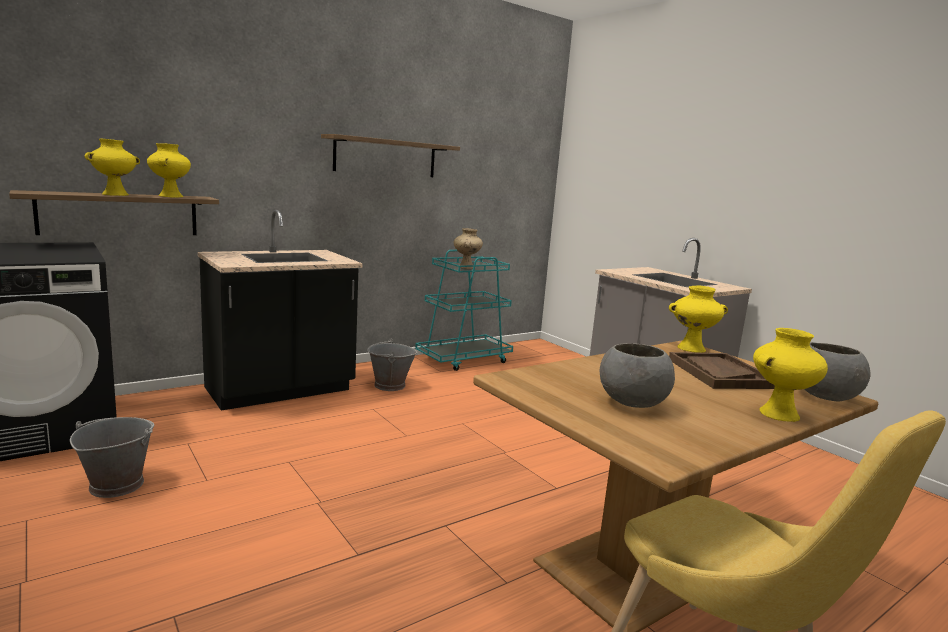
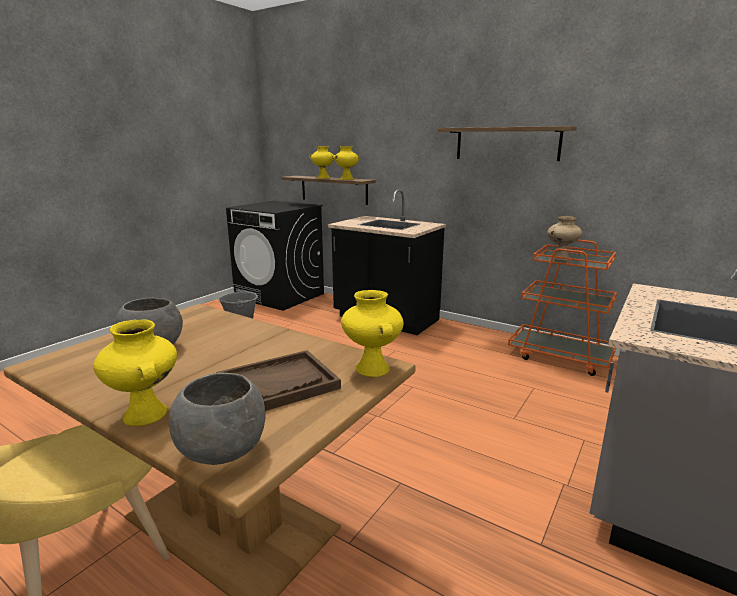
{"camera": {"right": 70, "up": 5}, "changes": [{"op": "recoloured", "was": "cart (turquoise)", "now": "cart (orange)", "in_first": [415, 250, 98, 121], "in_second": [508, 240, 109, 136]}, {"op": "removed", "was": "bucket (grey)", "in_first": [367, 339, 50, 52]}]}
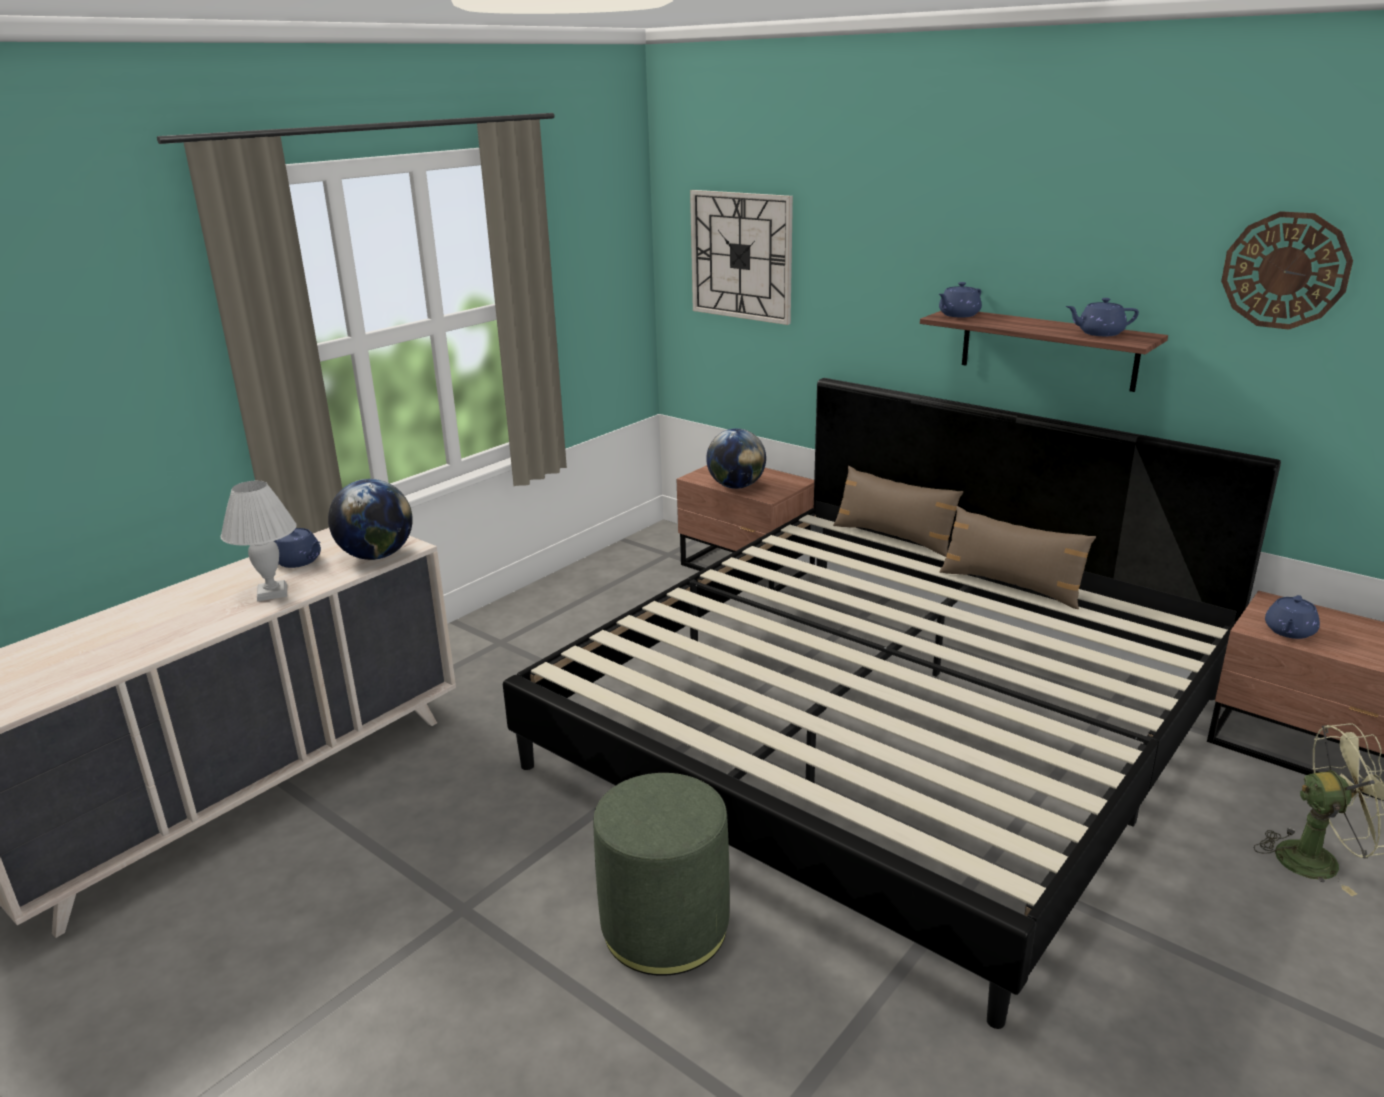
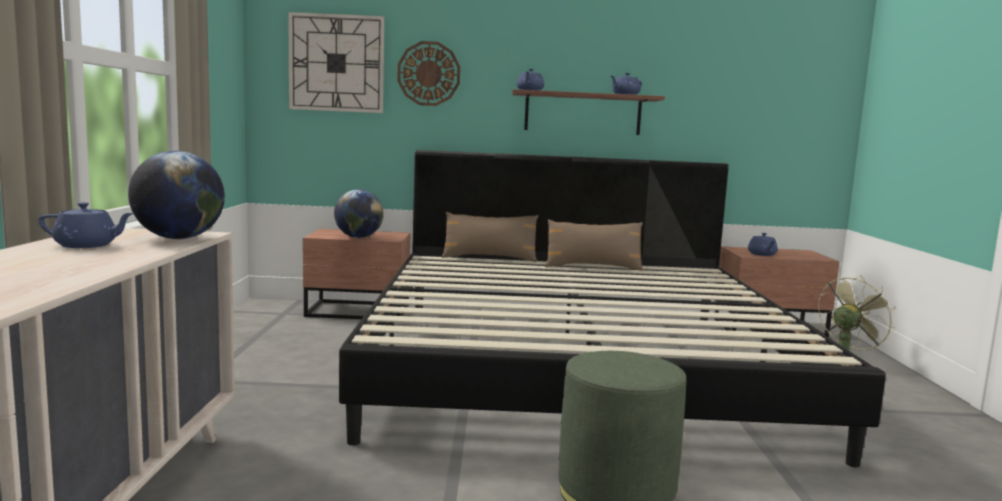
{"camera": {"right": -40, "up": -15}, "changes": [{"op": "moved", "was": "wall clock", "in_first": [1221, 211, 132, 119], "in_second": [397, 41, 63, 65]}, {"op": "removed", "was": "table lamp (white)", "in_first": [221, 481, 76, 120]}]}
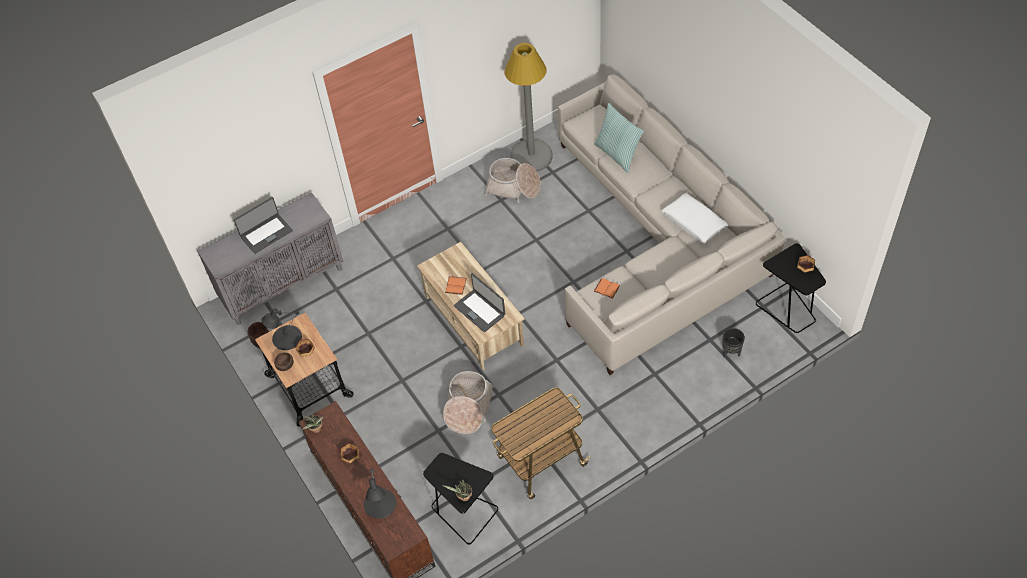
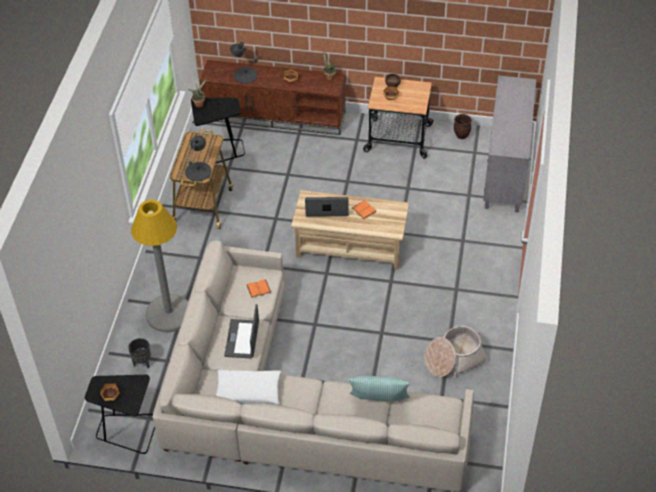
{"camera": {"right": 130, "up": -5}, "changes": [{"op": "moved", "was": "floor lamp (grey)", "in_first": [505, 43, 48, 129], "in_second": [131, 200, 57, 132]}, {"op": "moved", "was": "table lamp (black)", "in_first": [261, 308, 41, 42], "in_second": [185, 135, 27, 46]}, {"op": "moved", "was": "laptop", "in_first": [234, 197, 59, 57], "in_second": [224, 304, 35, 54]}, {"op": "removed", "was": "basket", "in_first": [443, 371, 52, 63]}]}
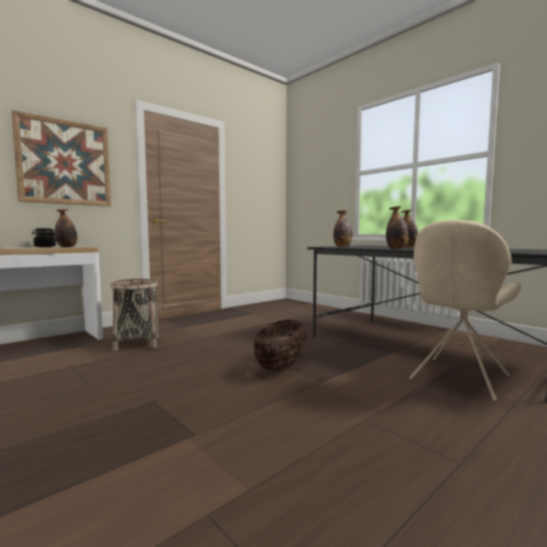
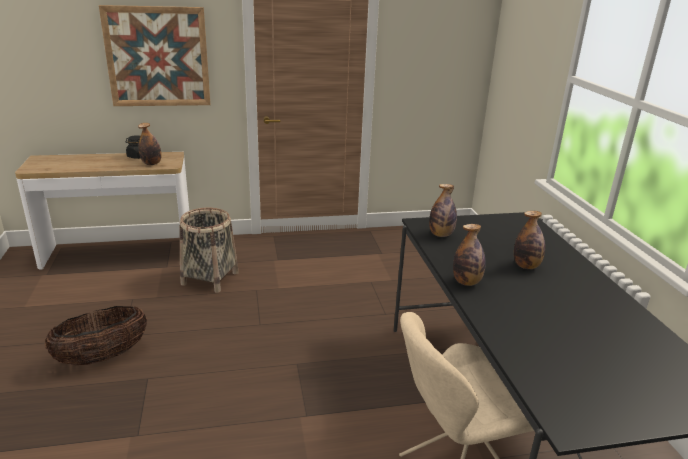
{"camera": {"right": 30, "up": 20}, "changes": [{"op": "moved", "was": "basket", "in_first": [254, 320, 52, 51], "in_second": [45, 306, 102, 59]}]}
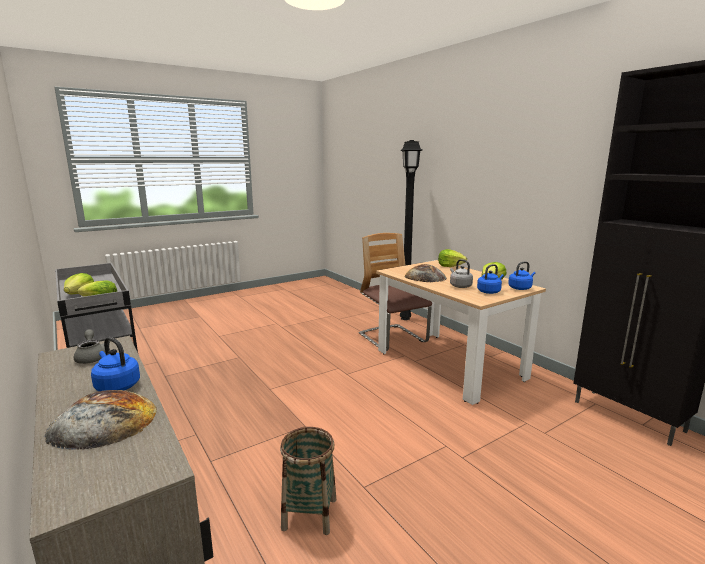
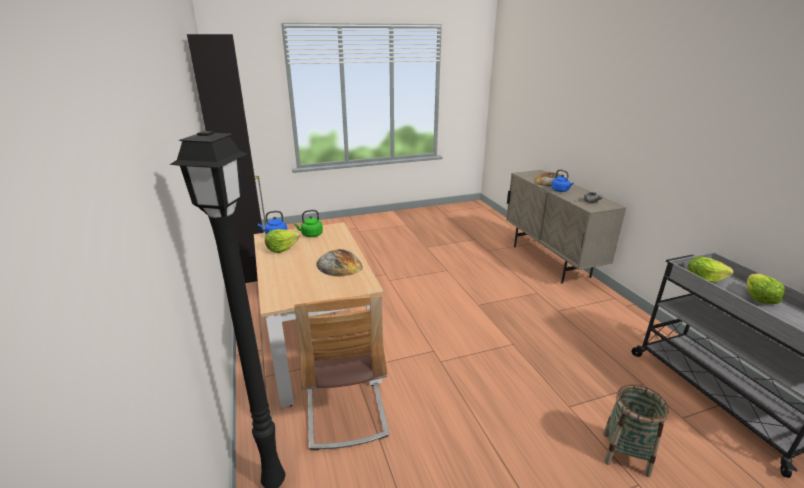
{"camera": {"right": -165, "up": 10}, "changes": [{"op": "recoloured", "was": "kettle (blue)", "now": "kettle (green)", "in_first": [477, 264, 27, 30], "in_second": [294, 210, 29, 27]}, {"op": "moved", "was": "basket", "in_first": [280, 427, 56, 108], "in_second": [603, 384, 66, 93]}, {"op": "removed", "was": "lettuce", "in_first": [438, 249, 29, 18]}, {"op": "removed", "was": "kettle (grey)", "in_first": [450, 259, 23, 29]}]}
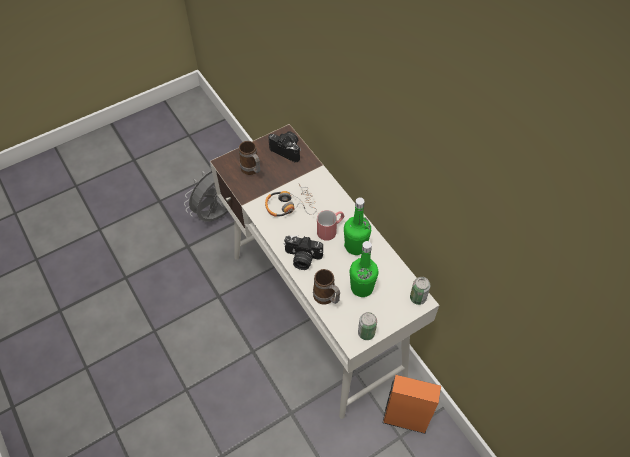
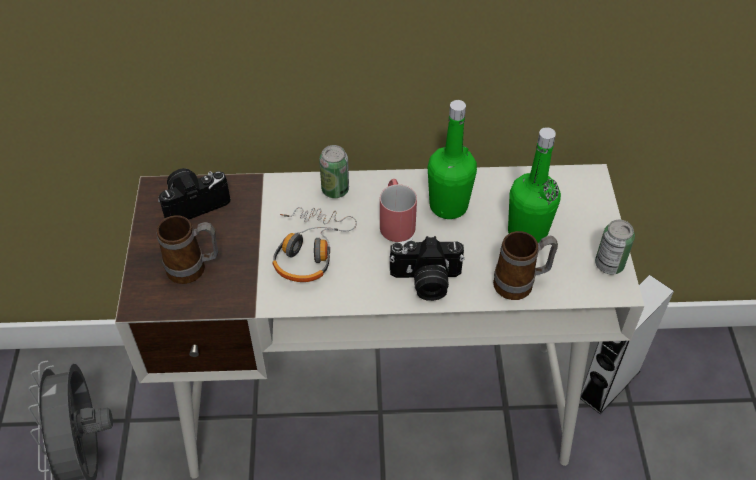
{"camera": {"right": -60, "up": -5}, "changes": [{"op": "moved", "was": "can", "in_first": [410, 277, 20, 28], "in_second": [319, 145, 30, 53]}, {"op": "turned", "was": "photo camera", "in_first": [283, 235, 40, 35], "in_second": [389, 236, 76, 65], "clockwise": 45}, {"op": "recoloured", "was": "speaker (orange)", "now": "speaker (grey)", "in_first": [383, 375, 58, 59], "in_second": [580, 275, 94, 139]}]}
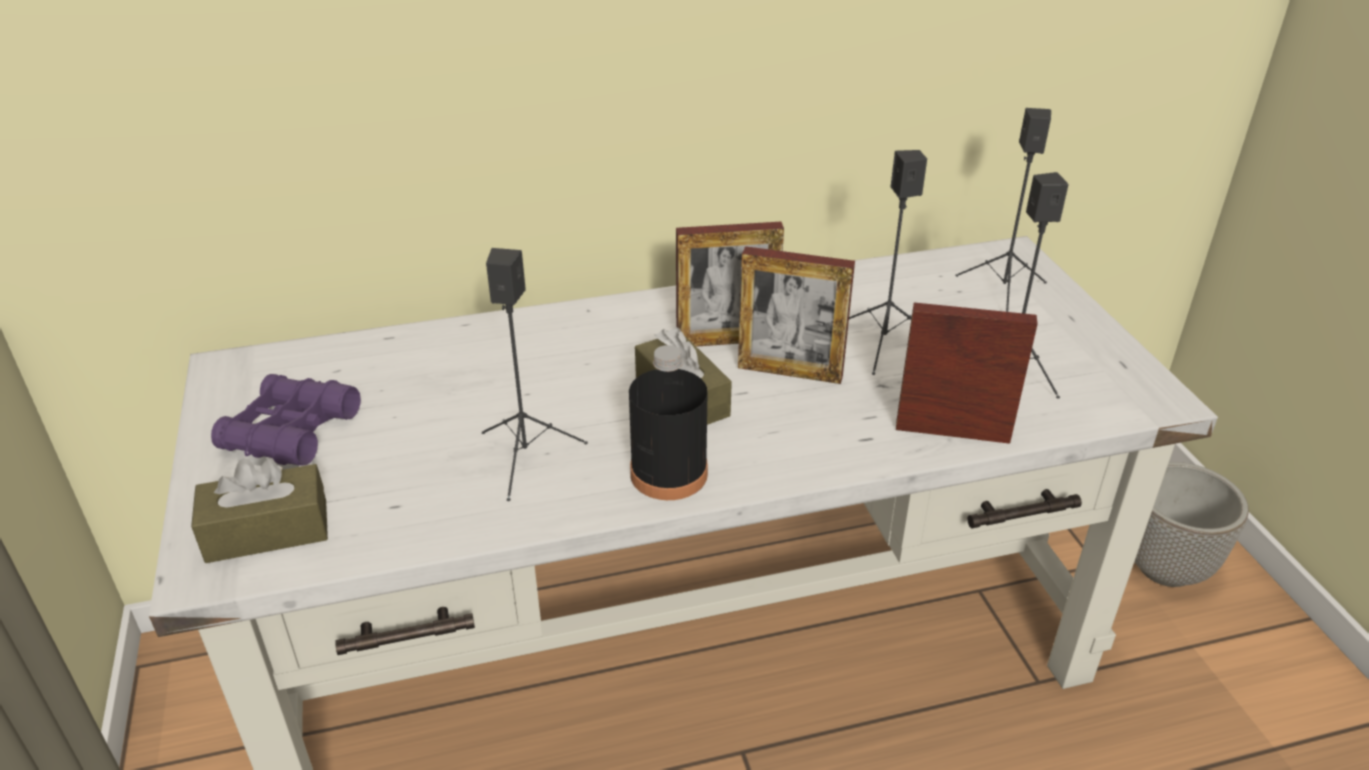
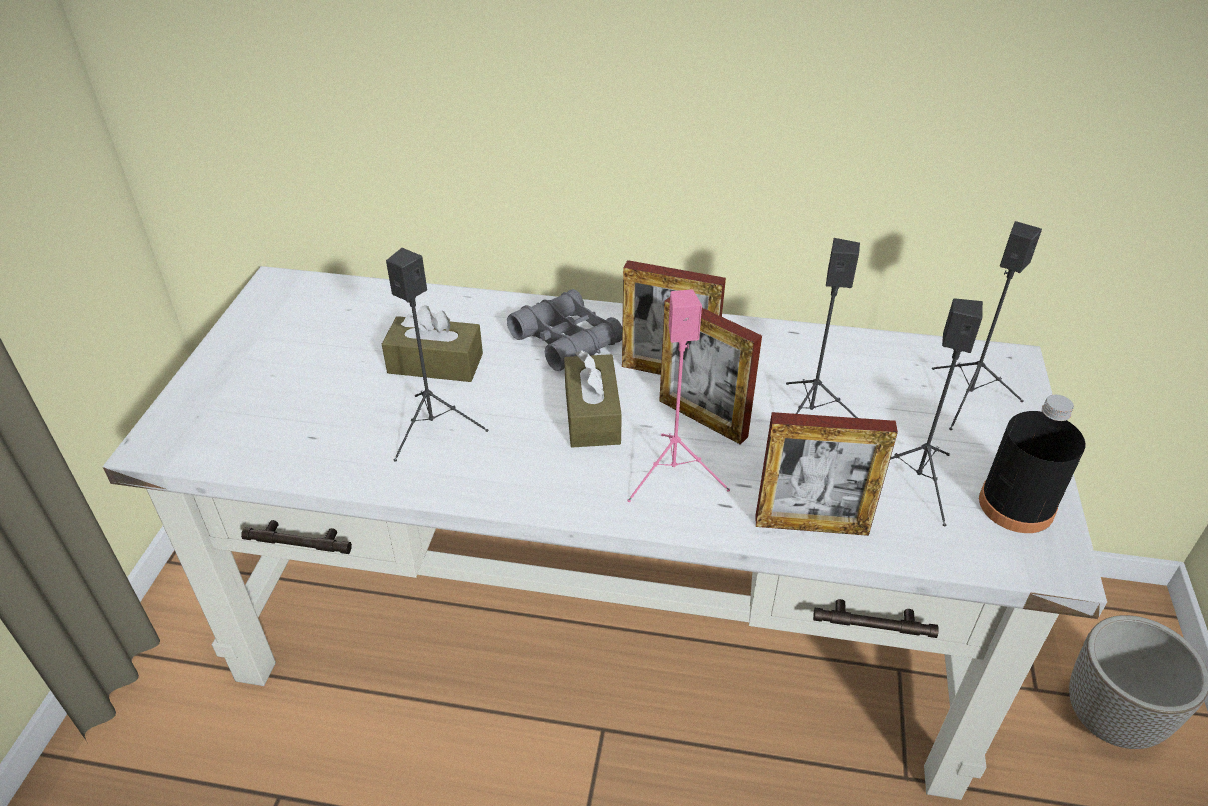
{"camera": {"right": 25, "up": 5}, "changes": [{"op": "moved", "was": "tissue box (brown)", "in_first": [191, 458, 137, 105], "in_second": [382, 305, 101, 77]}, {"op": "added", "now": "binoculars (grey)", "in_second": [507, 289, 115, 82]}, {"op": "added", "now": "speaker (pink)", "in_second": [627, 289, 103, 213]}, {"op": "turned", "was": "picture frame", "in_first": [896, 302, 142, 142], "in_second": [756, 412, 142, 124], "clockwise": 150}, {"op": "moved", "was": "bottle (black)", "in_first": [629, 345, 79, 155], "in_second": [979, 395, 106, 138]}, {"op": "removed", "was": "binoculars (purple)", "in_first": [211, 374, 150, 92]}]}
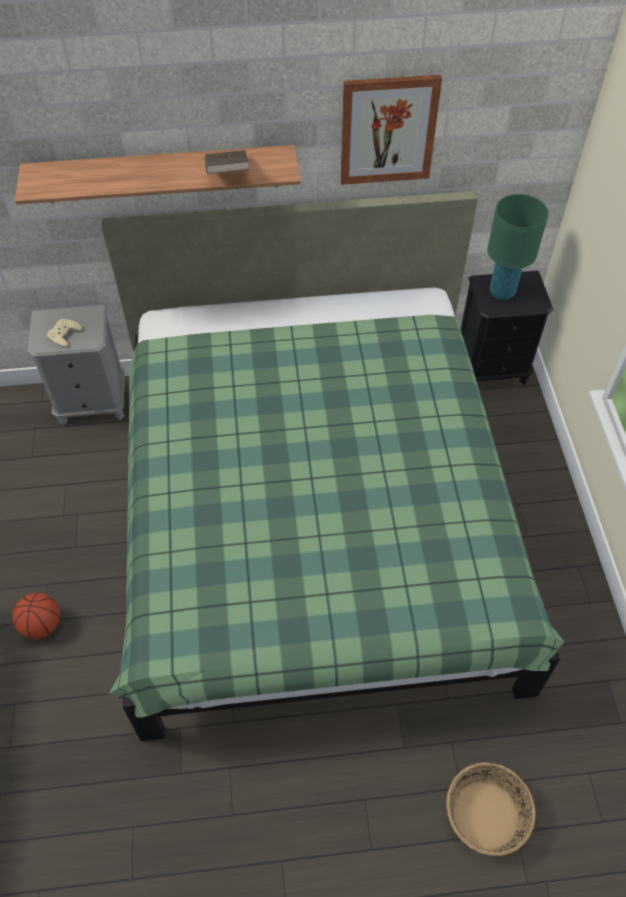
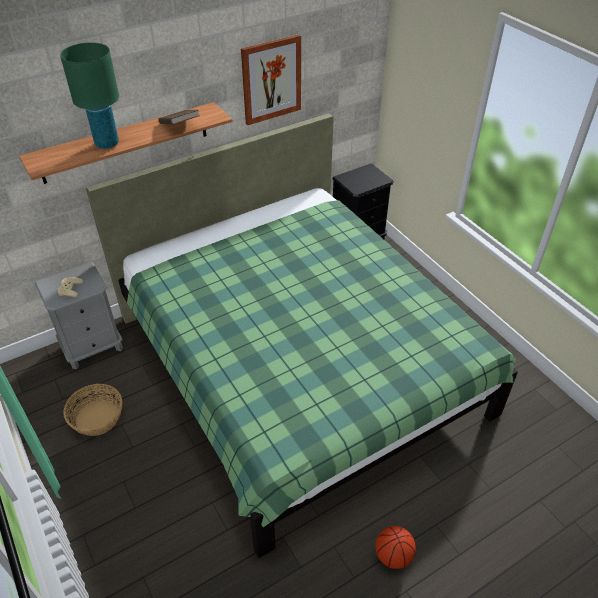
{"camera": {"right": -25, "up": -10}, "changes": [{"op": "moved", "was": "table lamp (green)", "in_first": [487, 194, 62, 106], "in_second": [60, 42, 59, 107]}, {"op": "moved", "was": "basket", "in_first": [446, 762, 89, 94], "in_second": [63, 384, 59, 52]}, {"op": "moved", "was": "basketball", "in_first": [12, 593, 48, 46], "in_second": [375, 526, 41, 43]}]}
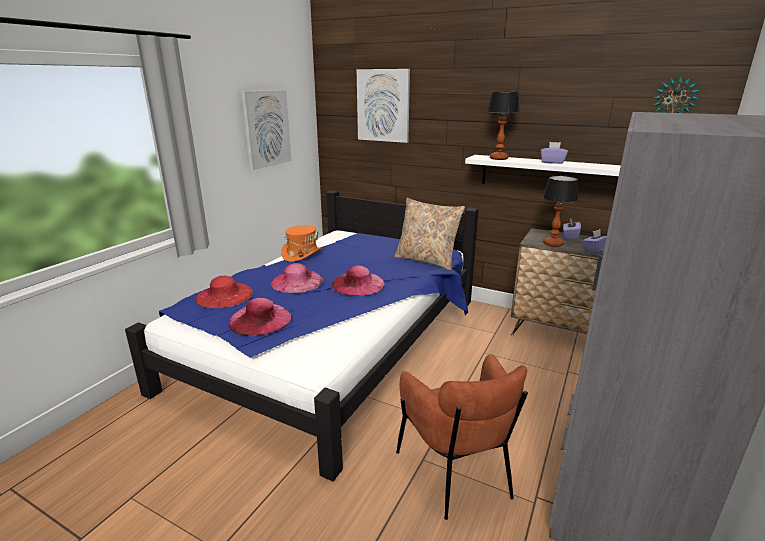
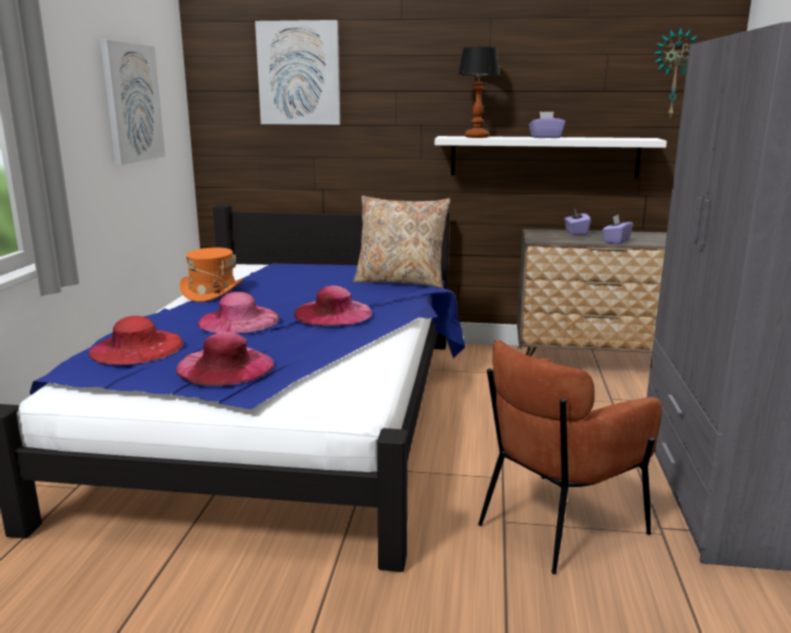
{"camera": {"right": -20, "up": -5}, "changes": [{"op": "turned", "was": "armchair (brown)", "in_first": [396, 354, 132, 166], "in_second": [478, 340, 184, 234], "clockwise": 90}, {"op": "removed", "was": "table lamp", "in_first": [543, 175, 35, 72]}]}
